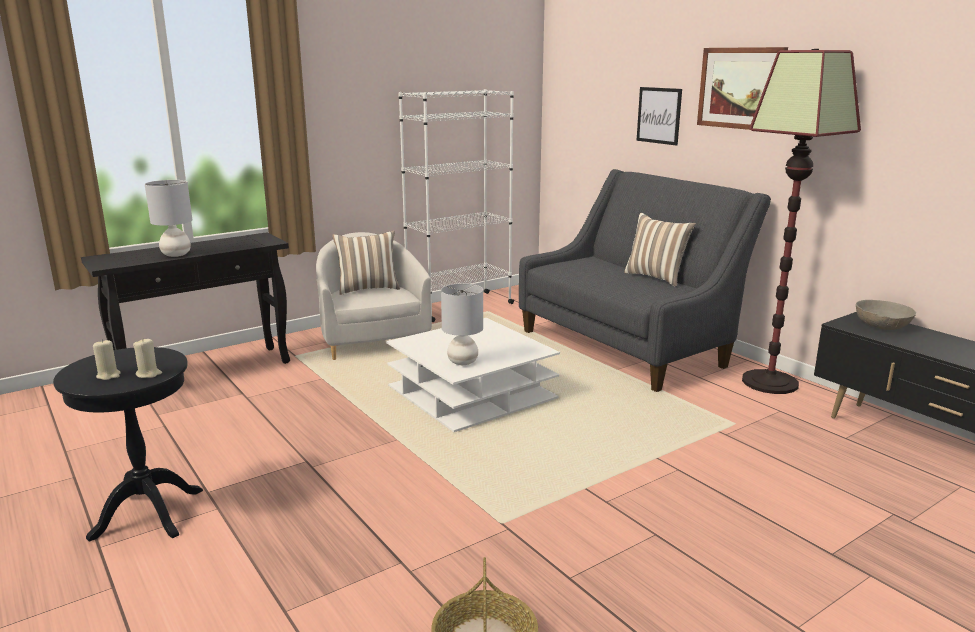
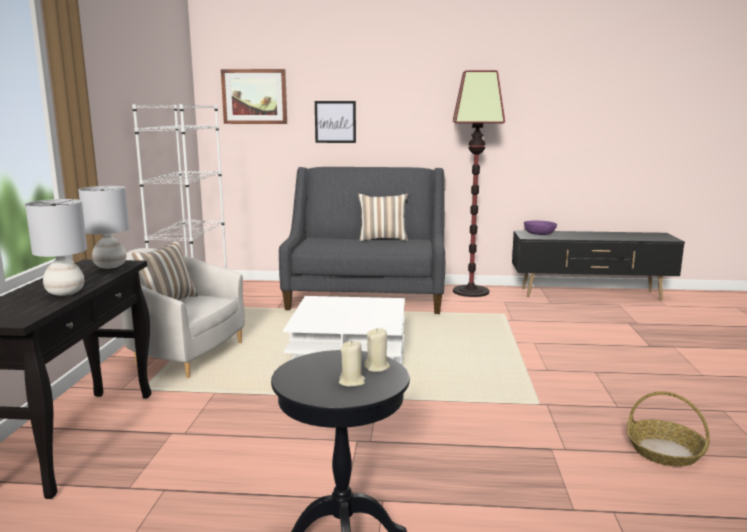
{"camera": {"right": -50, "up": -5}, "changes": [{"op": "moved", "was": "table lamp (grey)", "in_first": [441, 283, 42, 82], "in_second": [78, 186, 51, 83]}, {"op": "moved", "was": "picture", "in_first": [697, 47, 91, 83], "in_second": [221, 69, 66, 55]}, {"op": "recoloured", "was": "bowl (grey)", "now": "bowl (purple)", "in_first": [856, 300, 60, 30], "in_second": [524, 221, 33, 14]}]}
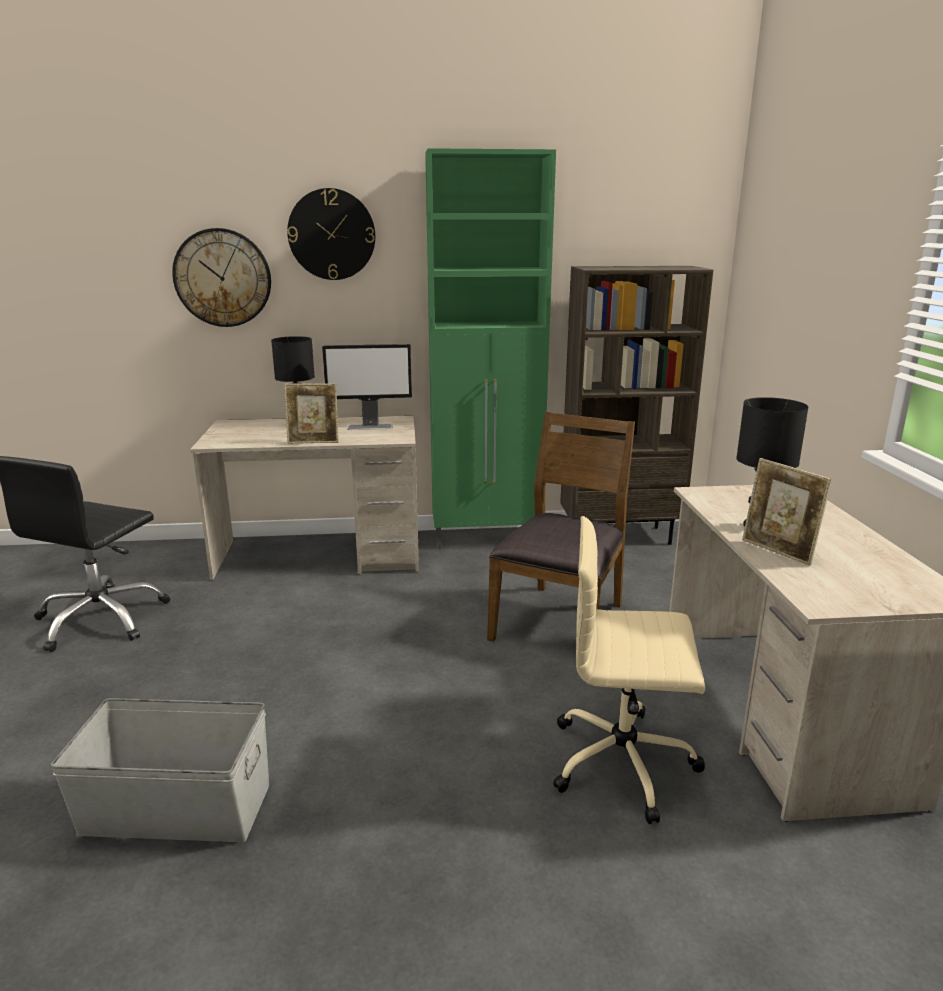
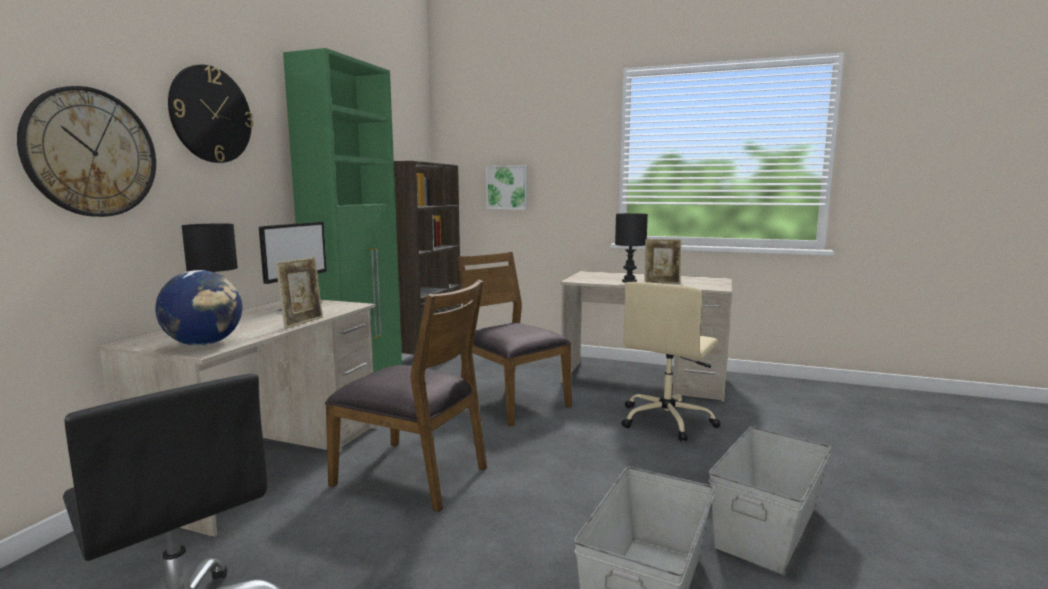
{"camera": {"right": -65, "up": -10}, "changes": [{"op": "added", "now": "globe", "in_second": [155, 270, 87, 76]}, {"op": "added", "now": "chair (brown)", "in_second": [325, 280, 162, 232]}, {"op": "added", "now": "picture", "in_second": [486, 165, 42, 45]}, {"op": "added", "now": "storage box (grey)", "in_second": [709, 427, 122, 147]}]}
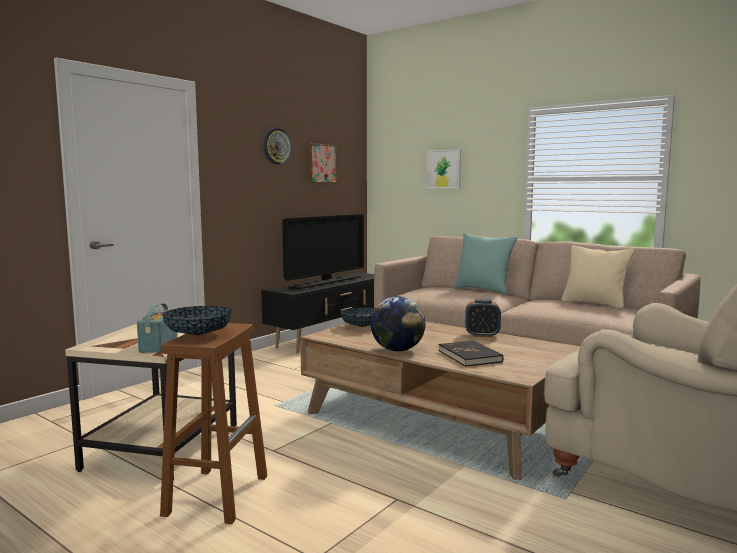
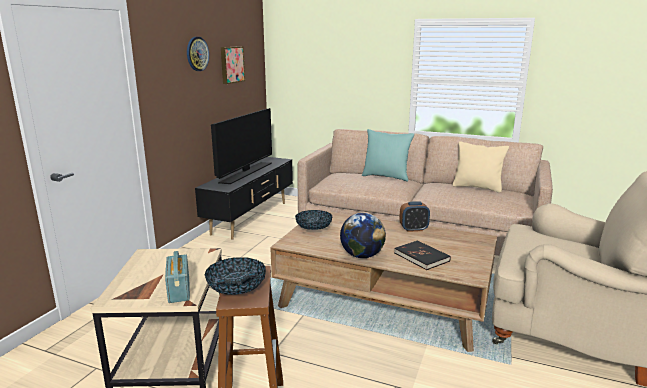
{"camera": {"right": -15, "up": 10}, "changes": [{"op": "removed", "was": "picture", "in_first": [426, 149, 35, 39]}]}
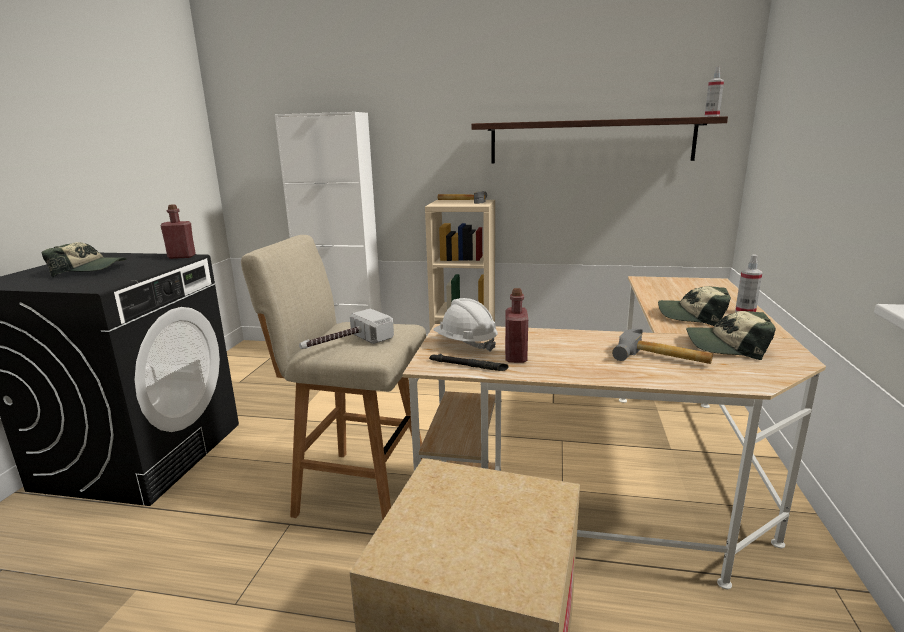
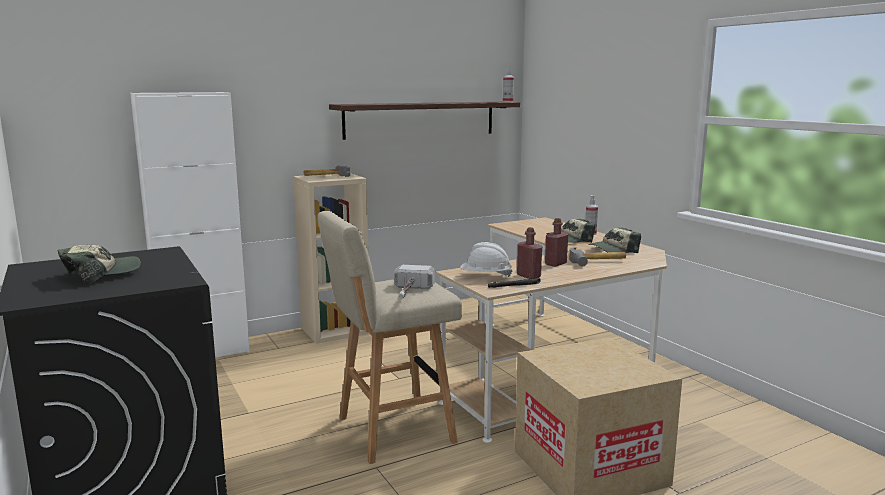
{"camera": {"right": -40, "up": -5}, "changes": [{"op": "moved", "was": "bottle (red)", "in_first": [160, 204, 36, 55], "in_second": [545, 218, 23, 49]}]}
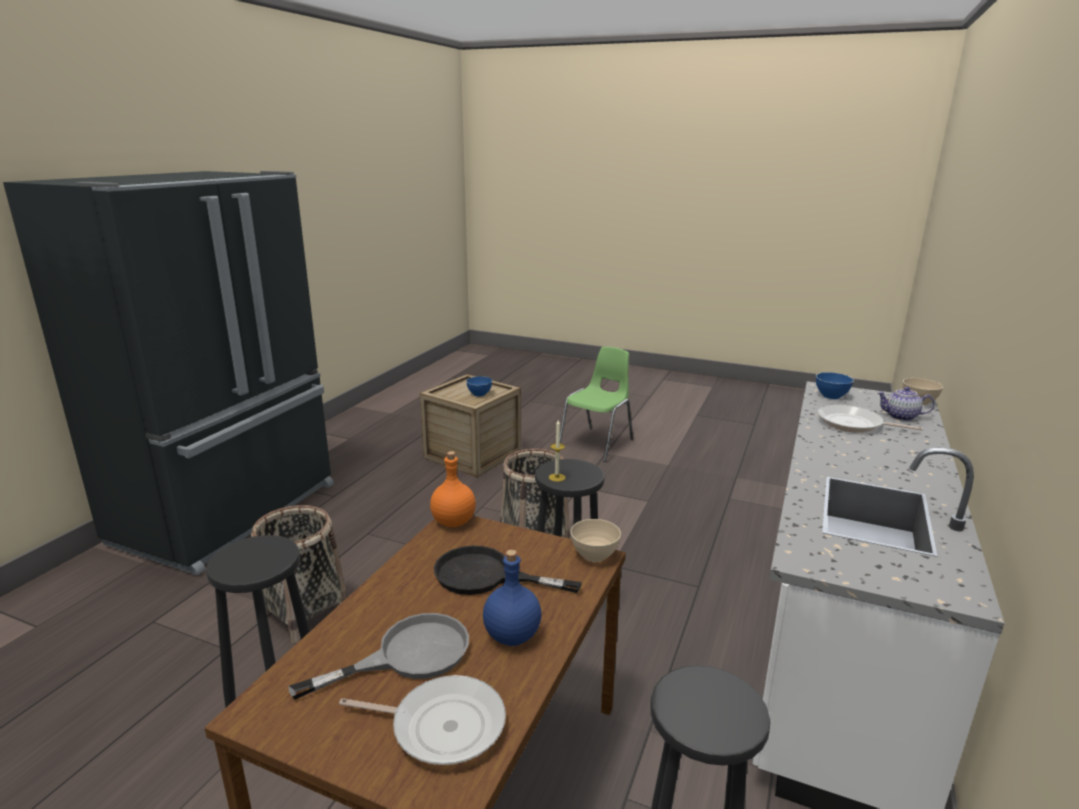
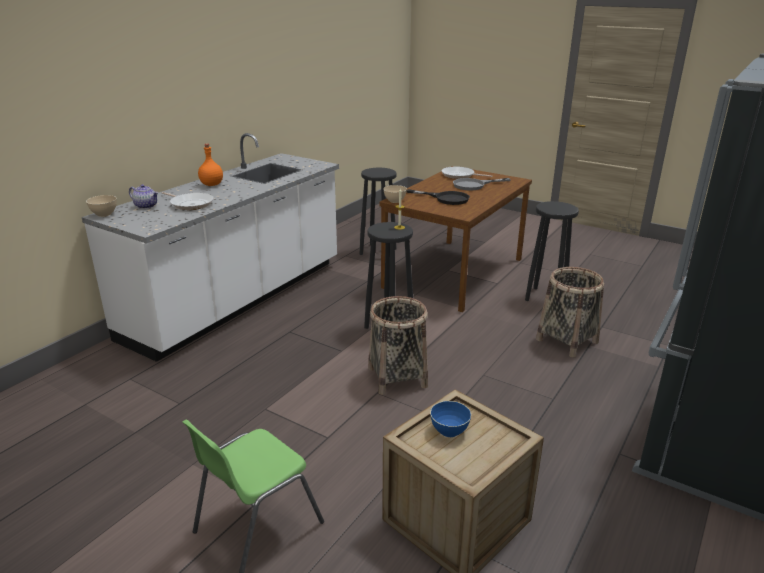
{"camera": {"right": -170, "up": 5}, "changes": [{"op": "moved", "was": "bottle (orange)", "in_first": [430, 451, 46, 76], "in_second": [198, 144, 25, 42]}, {"op": "removed", "was": "bottle (blue)", "in_first": [483, 550, 58, 96]}, {"op": "removed", "was": "bowl (blue)", "in_first": [816, 372, 38, 27]}]}
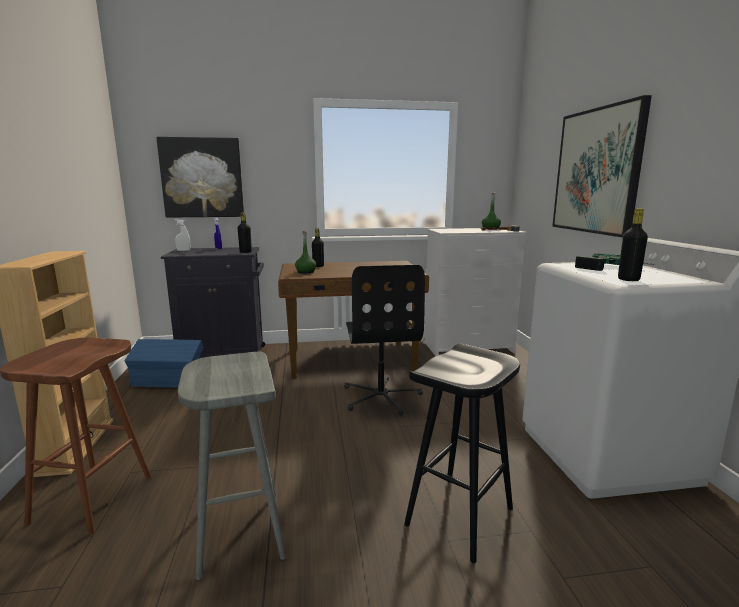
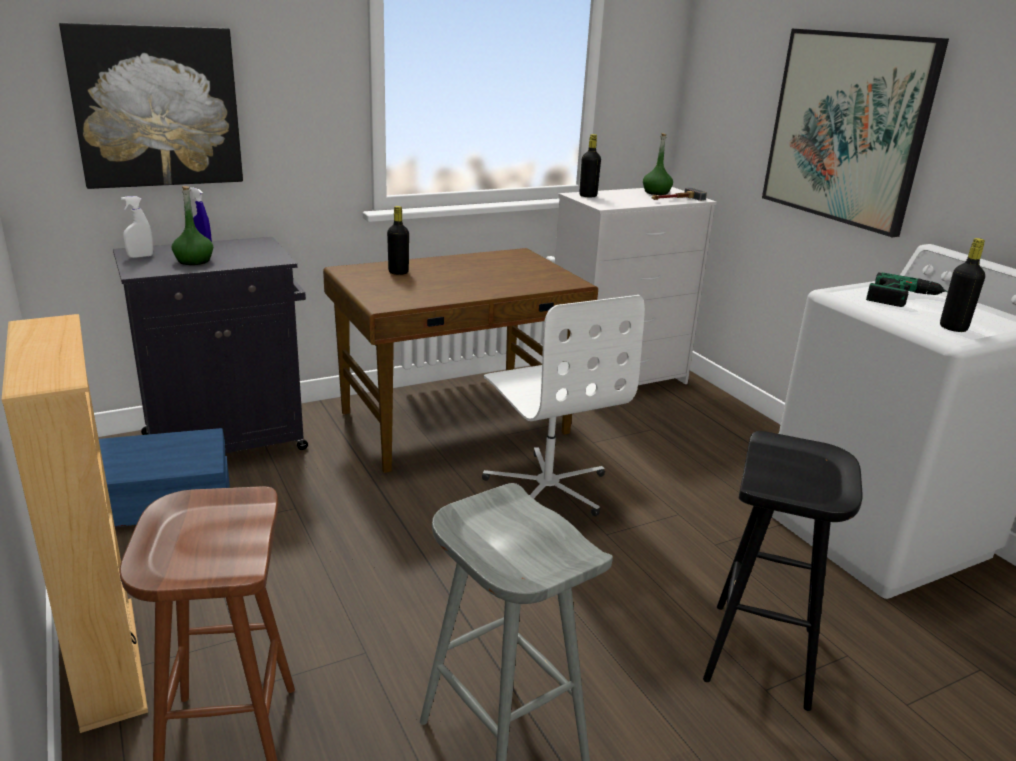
{"camera": {"right": -20, "up": 10}, "changes": [{"op": "moved", "was": "bottle (green)", "in_first": [295, 231, 21, 42], "in_second": [172, 186, 41, 79]}, {"op": "recoloured", "was": "office chair (black)", "now": "office chair (white)", "in_first": [344, 265, 81, 151], "in_second": [482, 295, 163, 221]}, {"op": "moved", "was": "bottle (black)", "in_first": [238, 212, 14, 41], "in_second": [579, 134, 22, 63]}]}
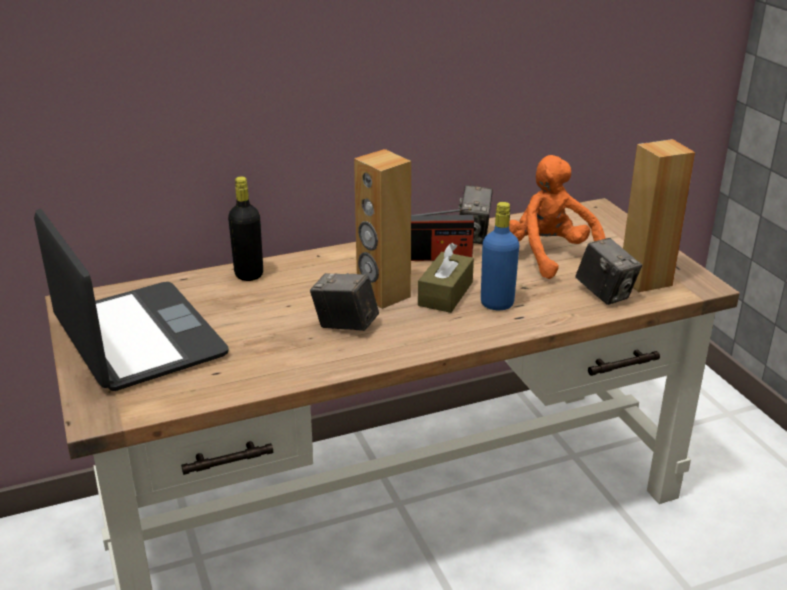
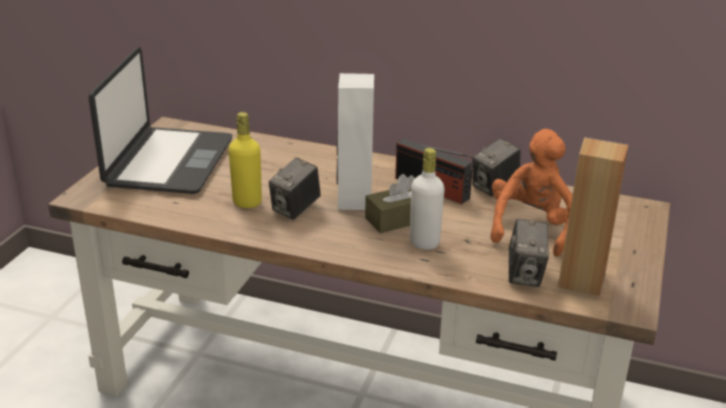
{"camera": {"right": 40, "up": 0}, "changes": [{"op": "added", "now": "bottle (yellow)", "in_second": [229, 112, 33, 96]}, {"op": "turned", "was": "photo camera", "in_first": [310, 273, 69, 58], "in_second": [269, 157, 52, 63], "clockwise": -120}, {"op": "recoloured", "was": "speaker (brown)", "now": "speaker (white)", "in_first": [354, 149, 57, 160], "in_second": [337, 73, 37, 137]}, {"op": "recoloured", "was": "bottle (blue)", "now": "bottle (white)", "in_first": [481, 202, 38, 108], "in_second": [410, 148, 35, 102]}, {"op": "removed", "was": "bottle (black)", "in_first": [228, 176, 35, 105]}]}
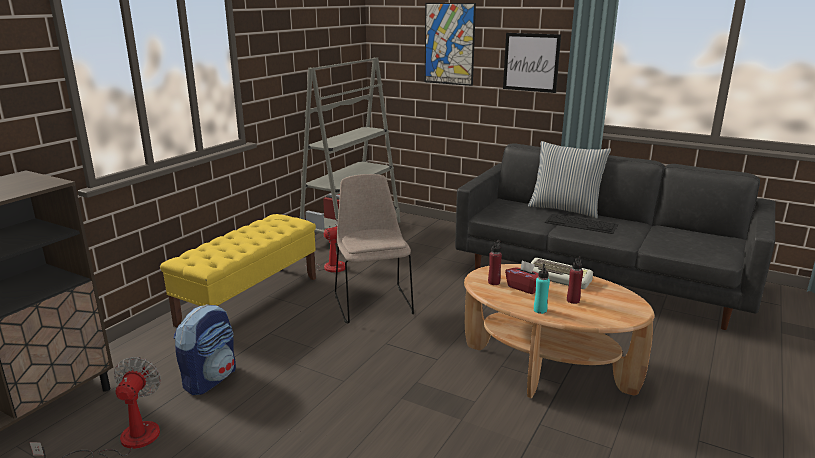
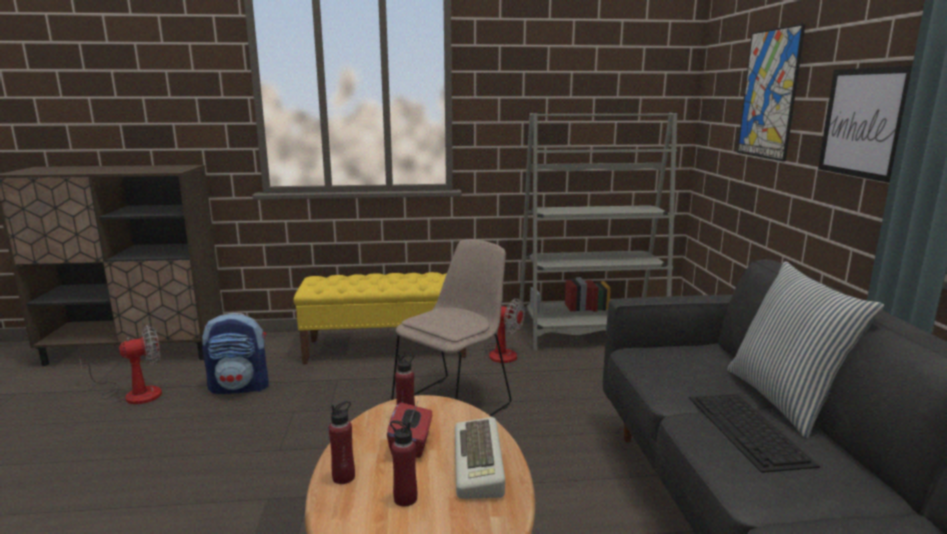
{"camera": {"right": 55, "up": -5}, "changes": [{"op": "recoloured", "was": "bottle (turquoise)", "now": "bottle (red)", "in_first": [534, 264, 16, 50], "in_second": [329, 401, 26, 83]}]}
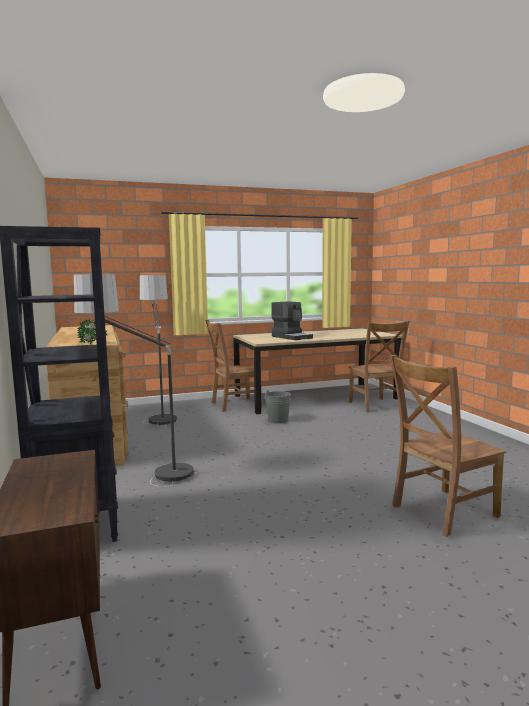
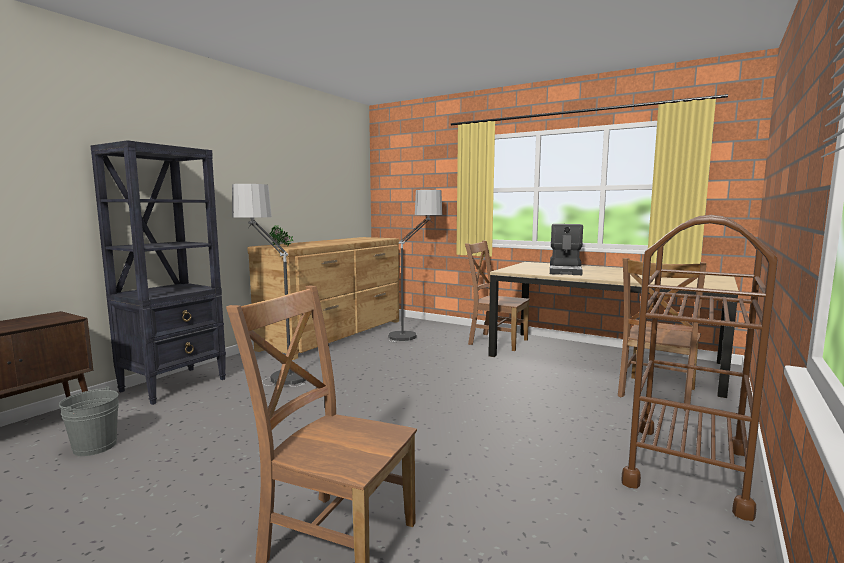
{"camera": {"right": 50, "up": 0}, "changes": [{"op": "moved", "was": "bucket (grey)", "in_first": [265, 390, 26, 34], "in_second": [59, 386, 60, 70]}, {"op": "added", "now": "cart (brown)", "in_second": [621, 215, 157, 306]}]}
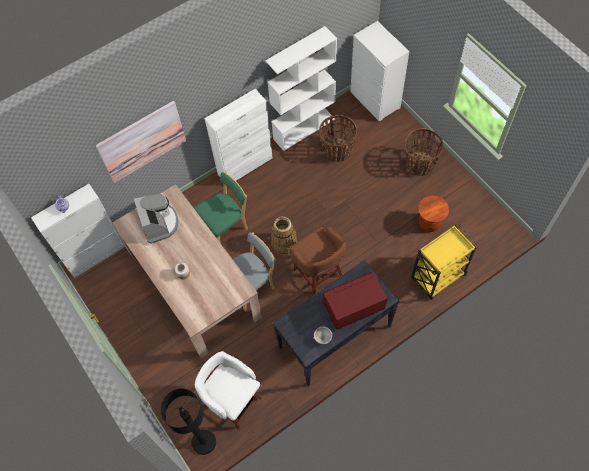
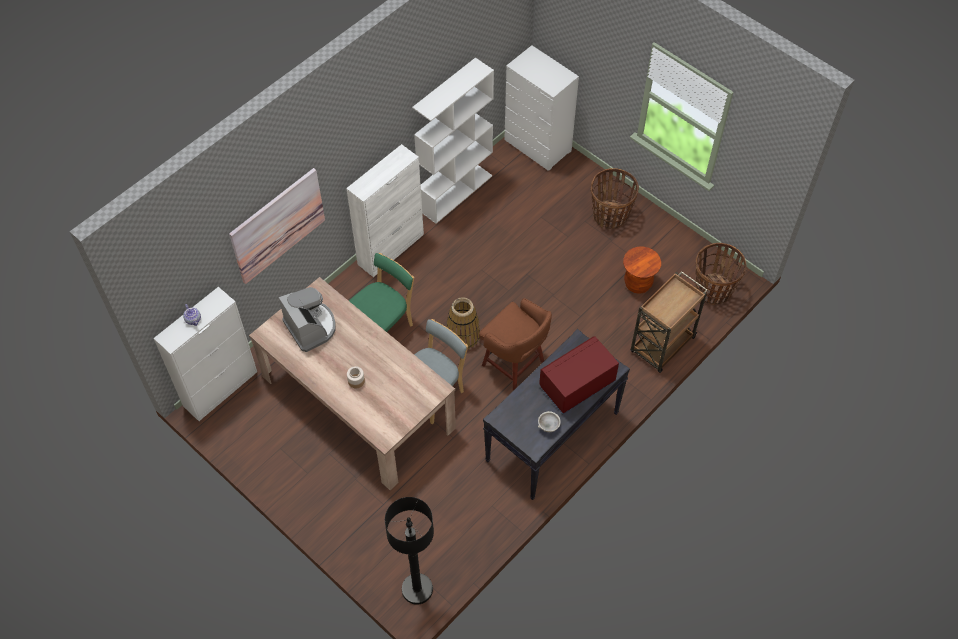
{"camera": {"right": -15, "up": -5}, "changes": [{"op": "recoloured", "was": "cart (yellow)", "now": "cart (brown)", "in_first": [411, 225, 67, 75], "in_second": [631, 271, 76, 102]}, {"op": "moved", "was": "basket", "in_first": [319, 115, 38, 47], "in_second": [695, 243, 52, 62]}, {"op": "removed", "was": "stool (white)", "in_first": [195, 351, 66, 79]}]}
